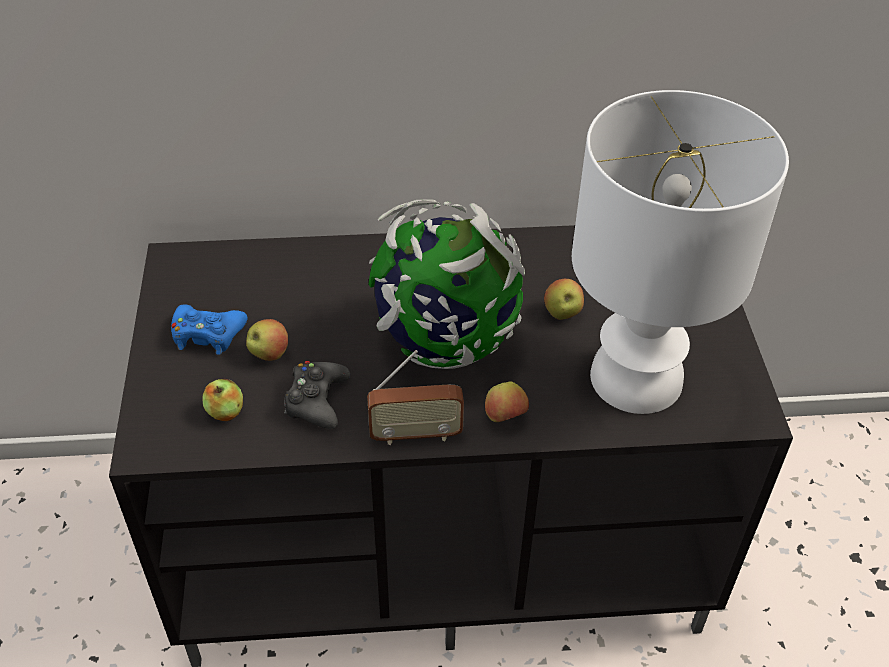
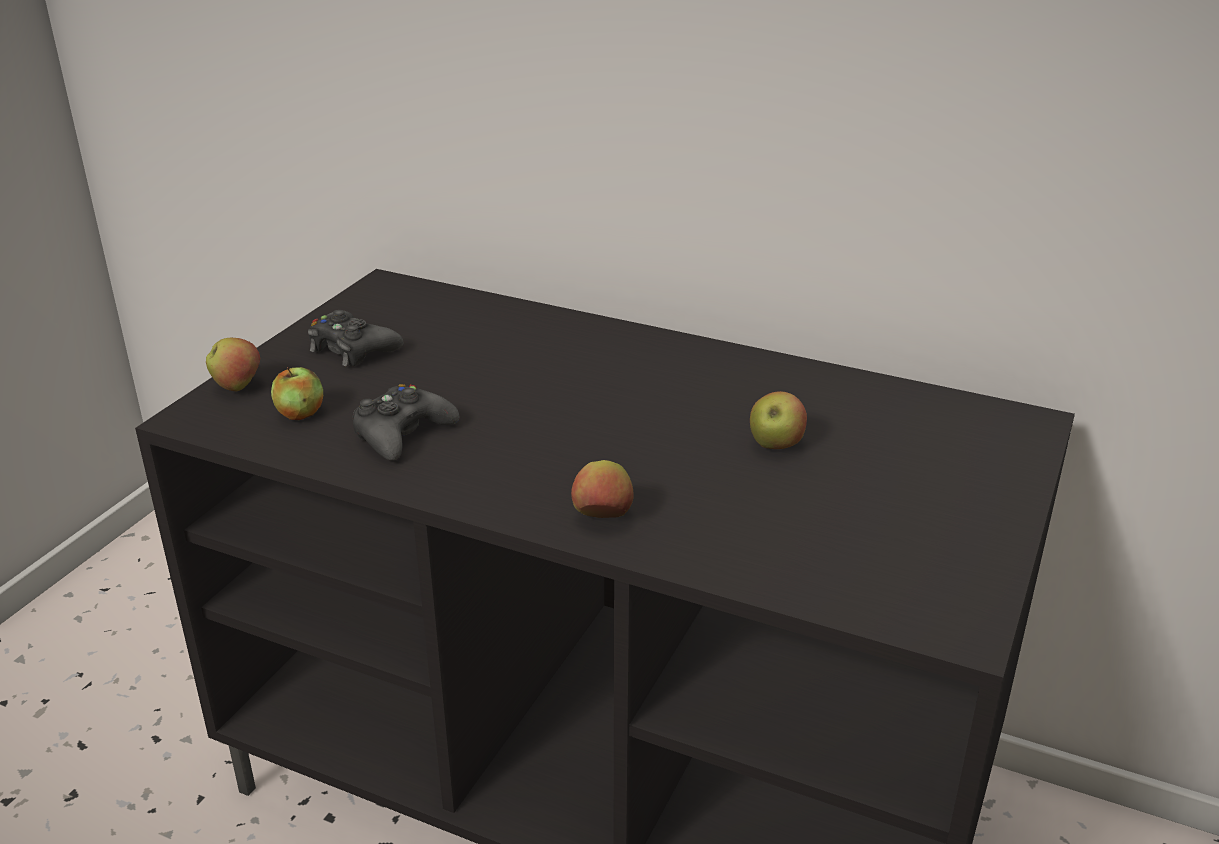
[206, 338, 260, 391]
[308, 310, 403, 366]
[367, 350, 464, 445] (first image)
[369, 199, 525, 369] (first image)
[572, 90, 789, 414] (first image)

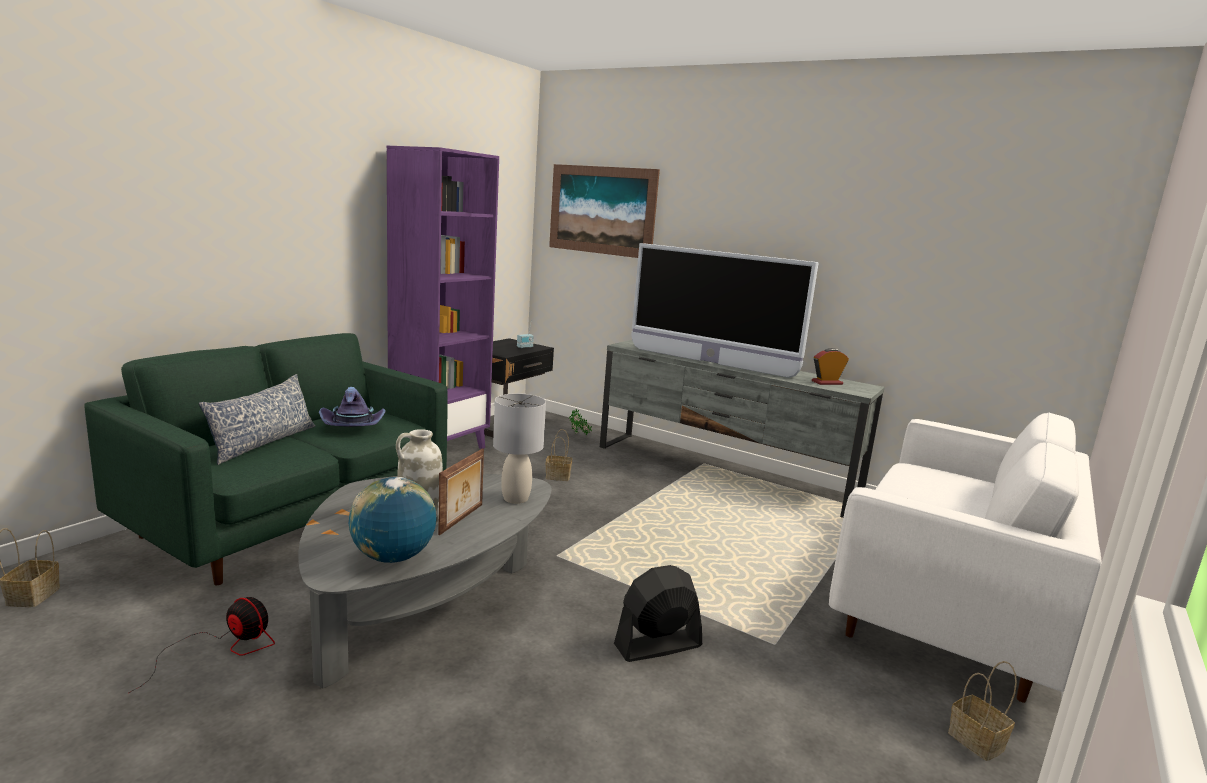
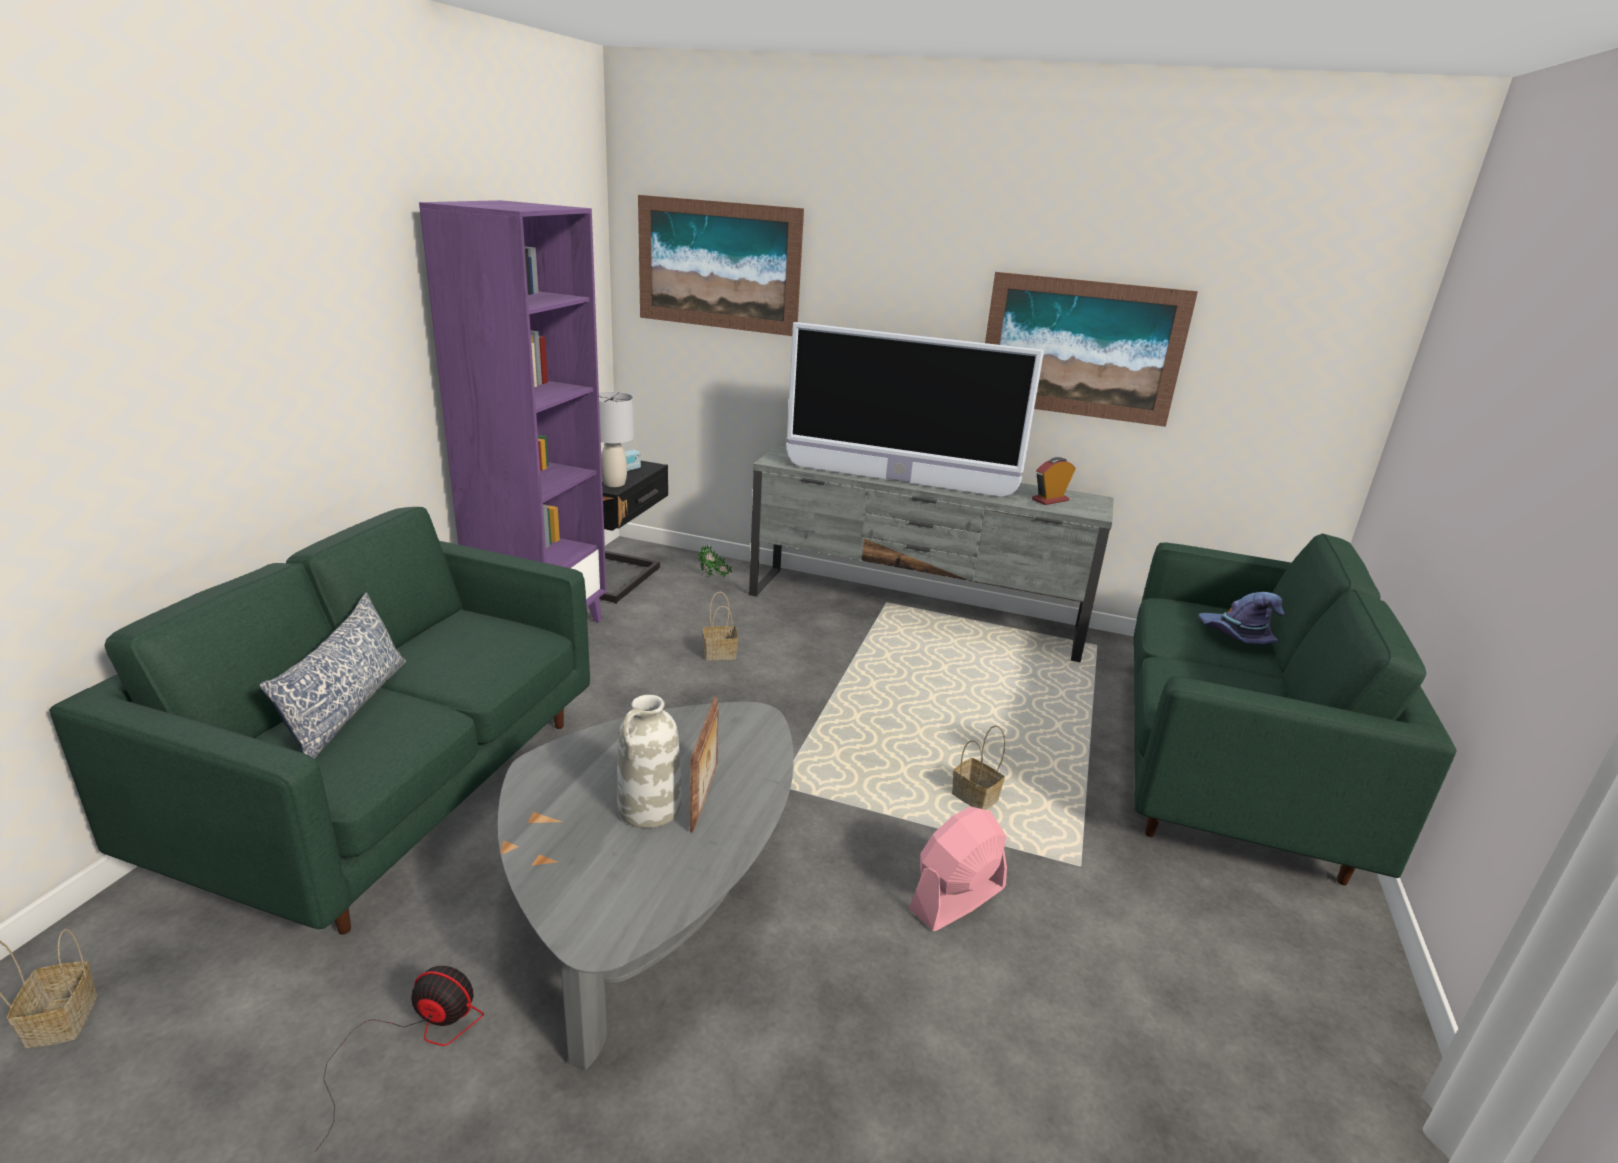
[599, 392, 635, 487]
[909, 806, 1007, 931]
[952, 725, 1005, 810]
[985, 272, 1198, 427]
[1134, 533, 1456, 886]
[1198, 592, 1285, 644]
[349, 477, 437, 563] (first image)

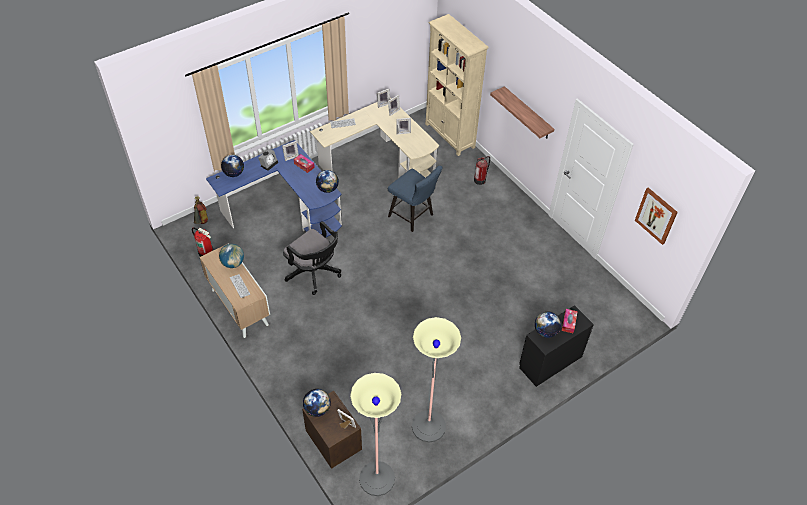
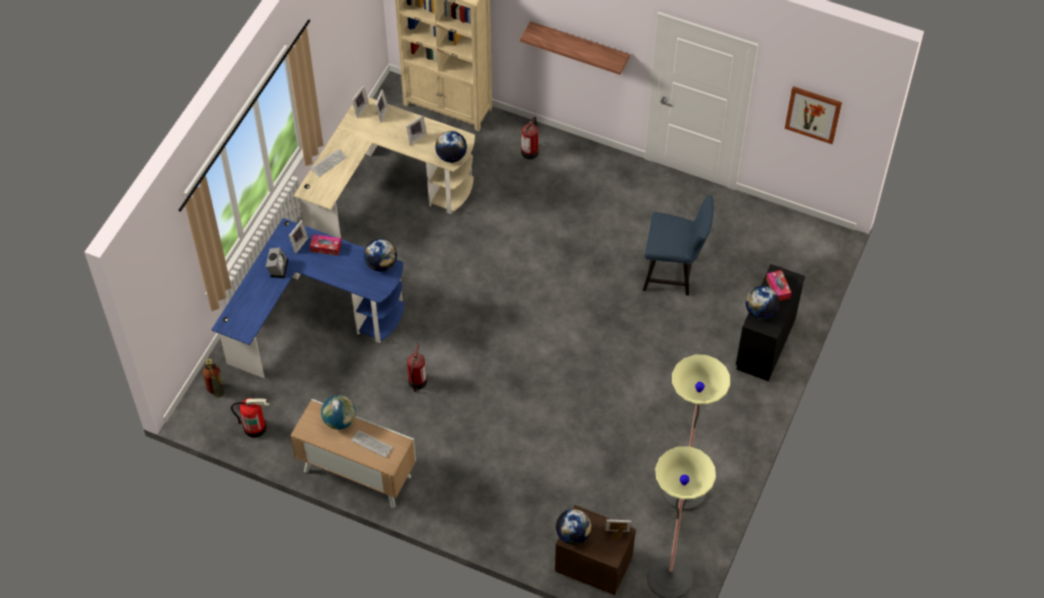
[407, 343, 427, 392]
[435, 131, 467, 163]
[643, 195, 714, 296]

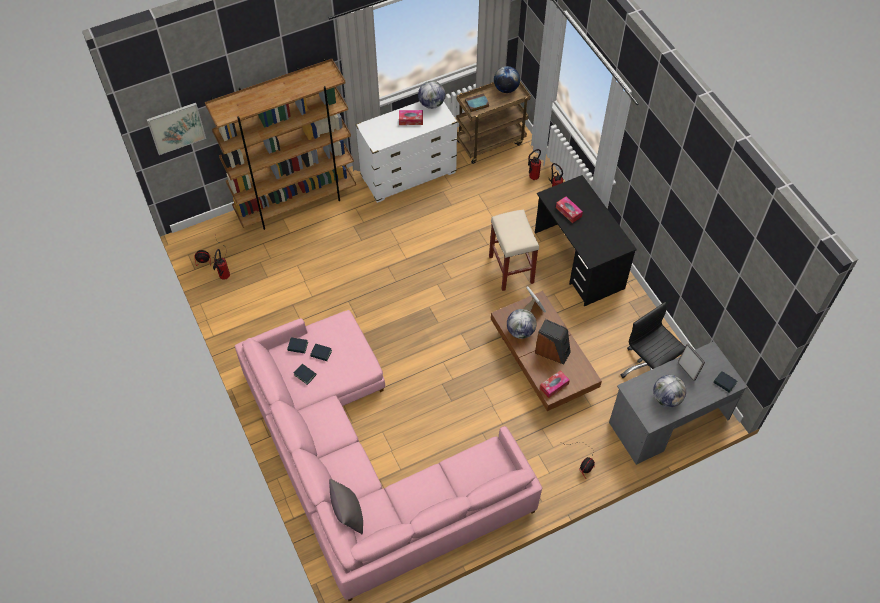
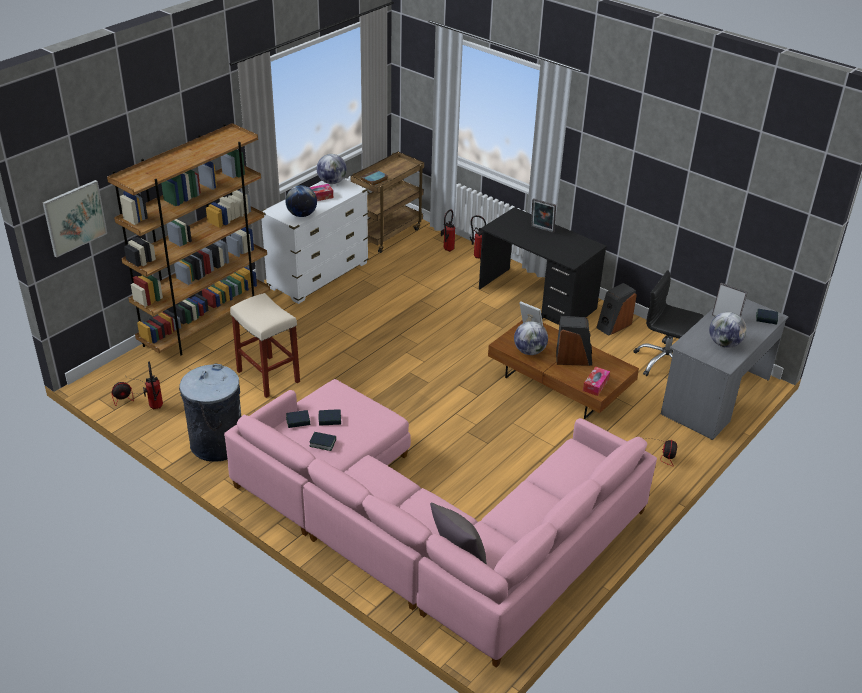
[179, 364, 241, 462]
[230, 293, 300, 398]
[286, 185, 317, 217]
[531, 198, 556, 233]
[596, 283, 637, 336]
[556, 196, 583, 223] (first image)

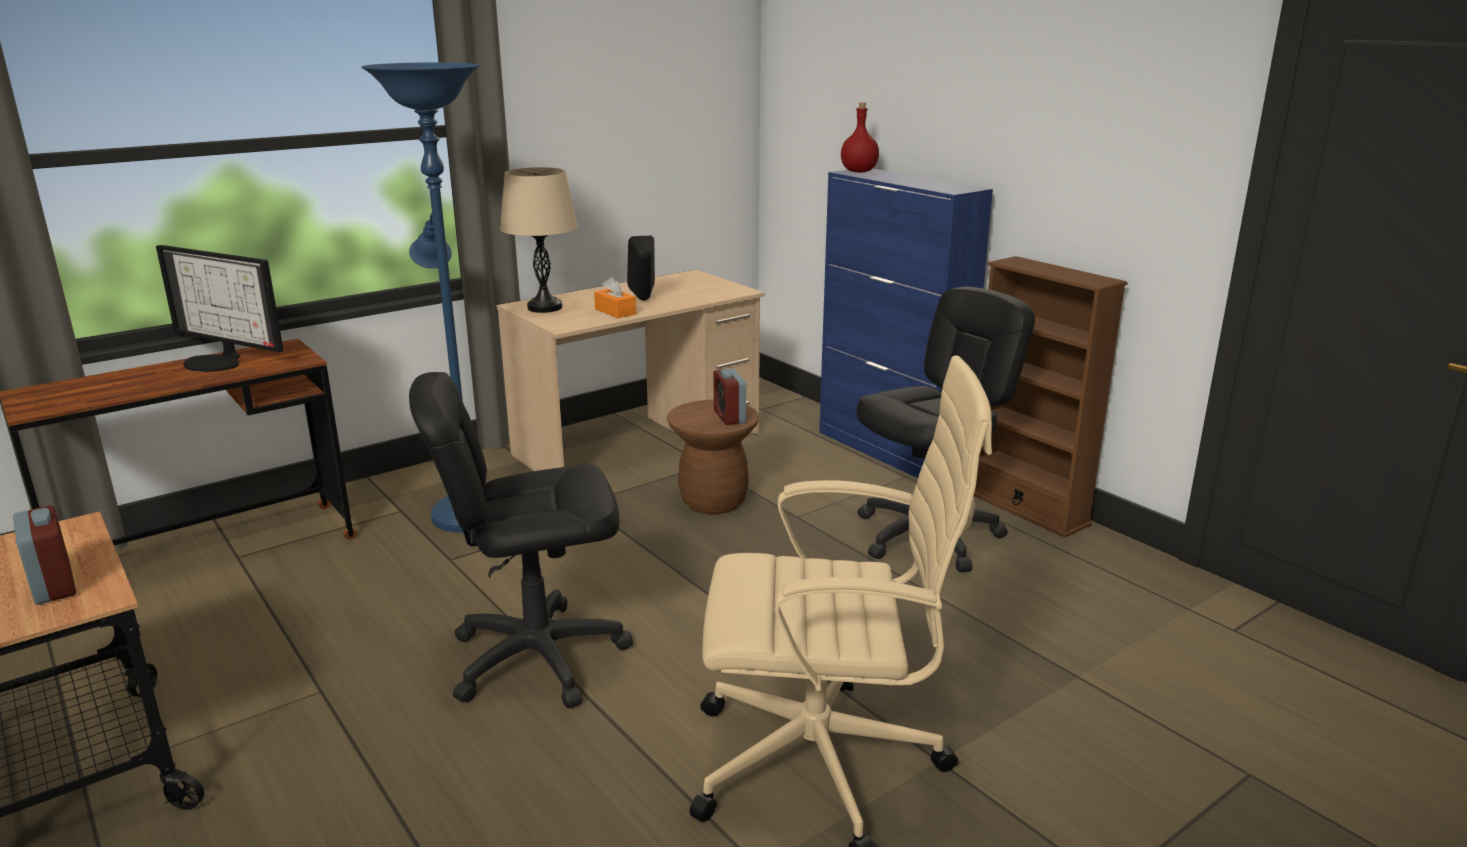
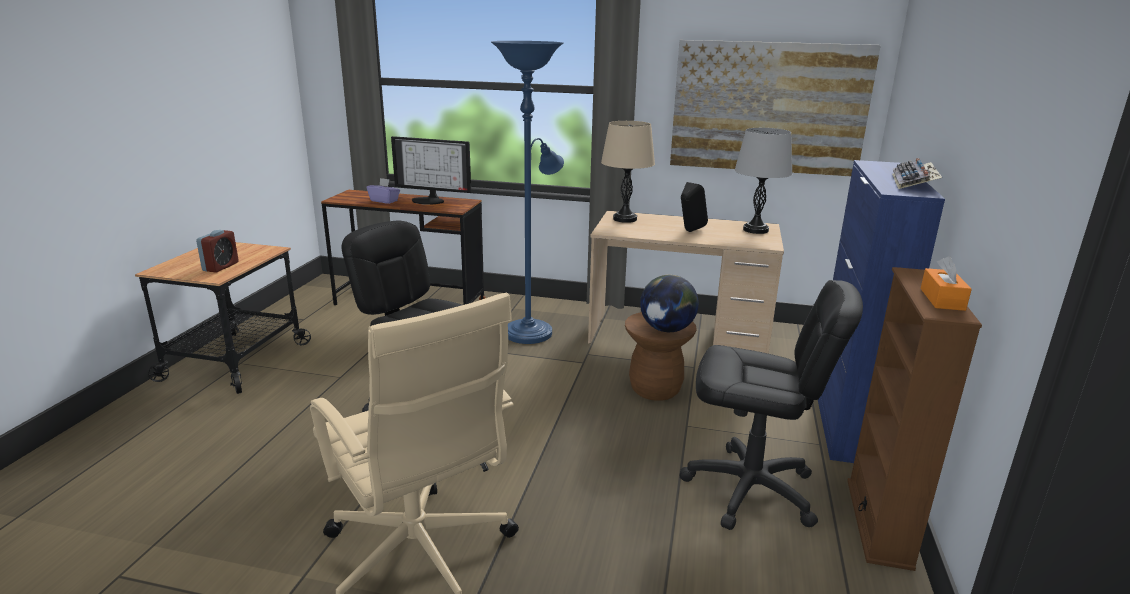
[367, 178, 400, 204]
[391, 136, 471, 205]
[640, 275, 699, 332]
[670, 40, 881, 176]
[735, 128, 792, 234]
[892, 158, 942, 189]
[921, 256, 972, 311]
[841, 102, 879, 172] (first image)

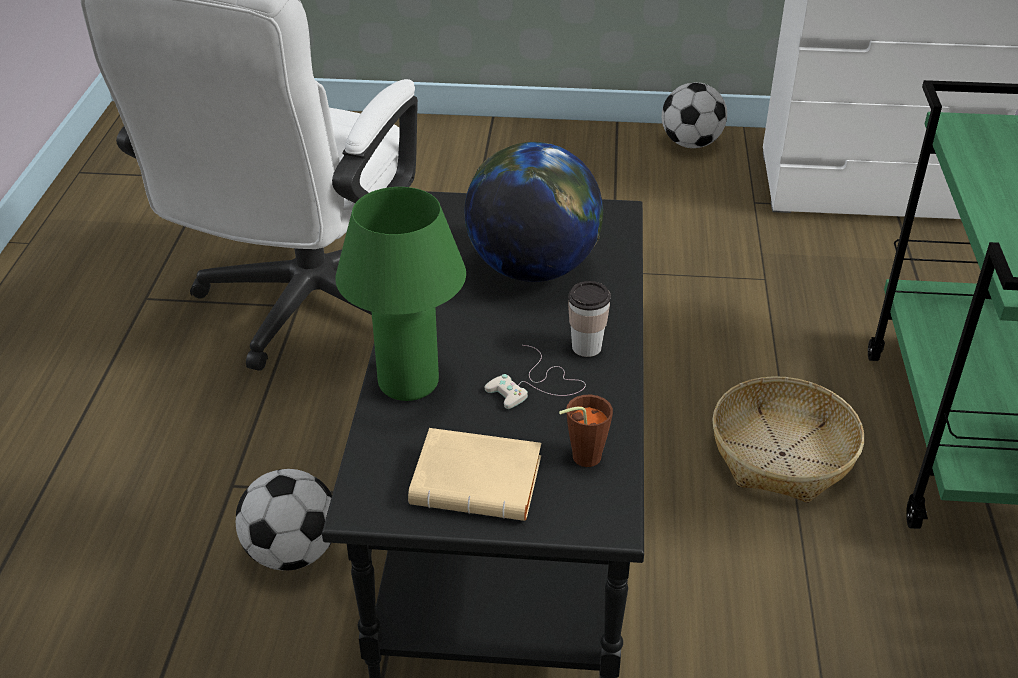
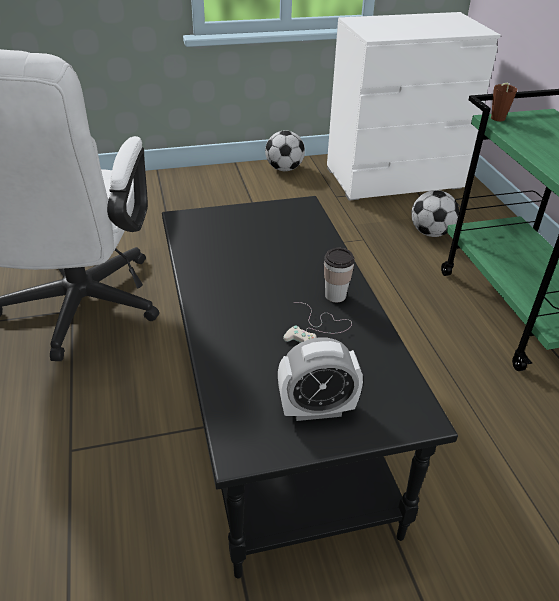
[278, 337, 363, 421]
[411, 190, 459, 237]
[491, 83, 518, 121]
[335, 187, 466, 401] (first image)
[464, 142, 603, 282] (first image)
[712, 376, 864, 503] (first image)

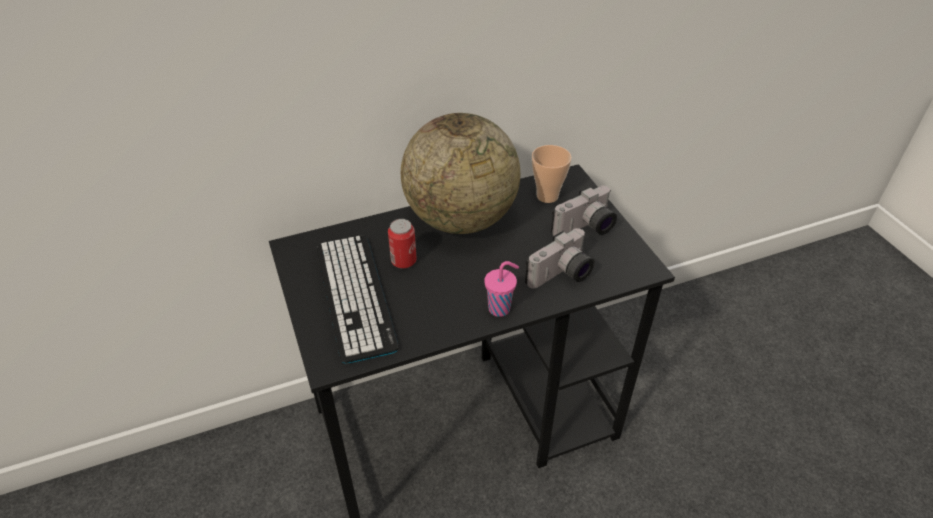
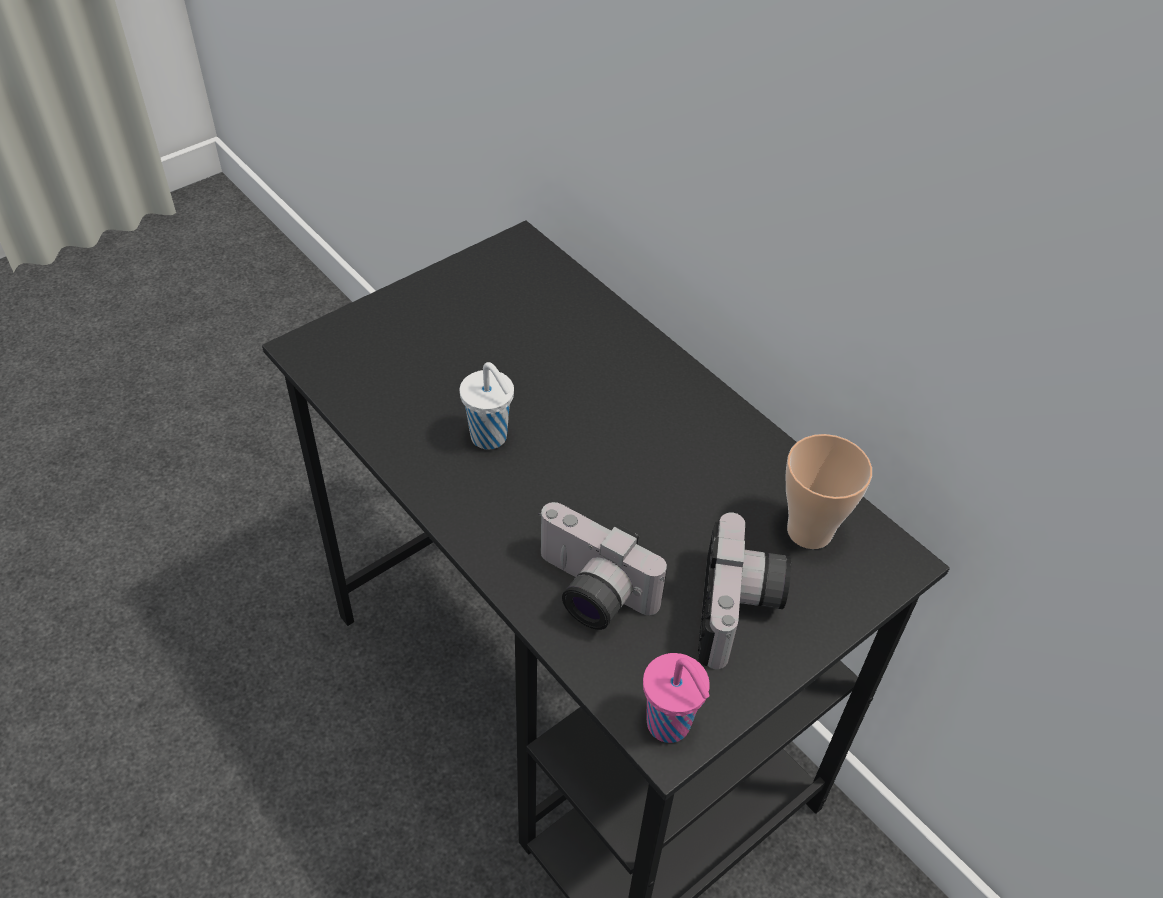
[460, 362, 514, 450]
[643, 653, 710, 743]
[698, 513, 791, 669]
[317, 235, 399, 363] (first image)
[388, 219, 417, 269] (first image)
[401, 113, 520, 234] (first image)

